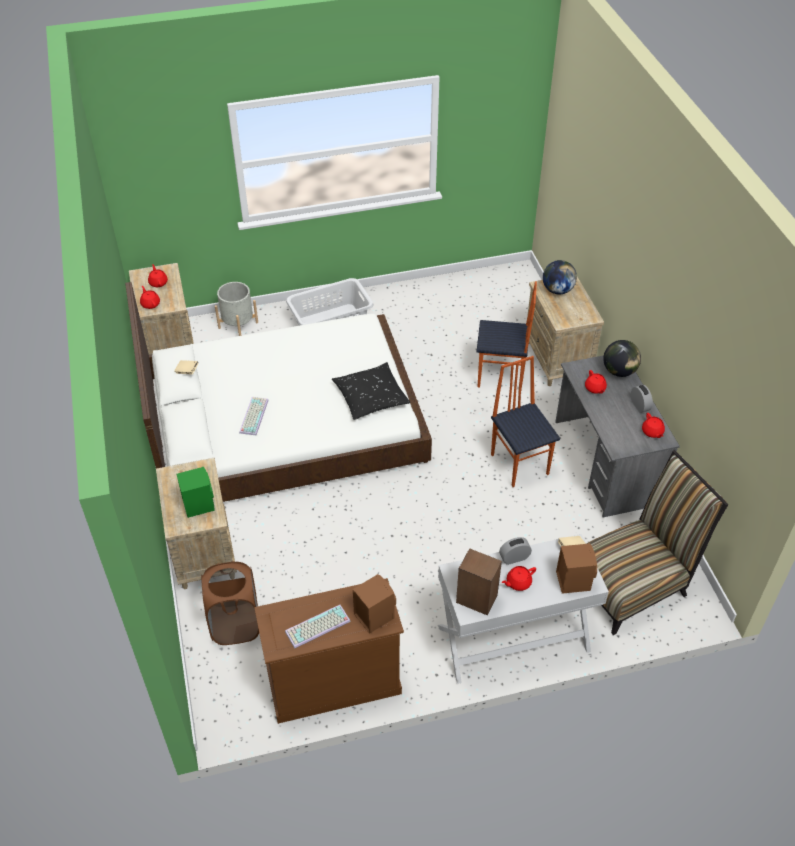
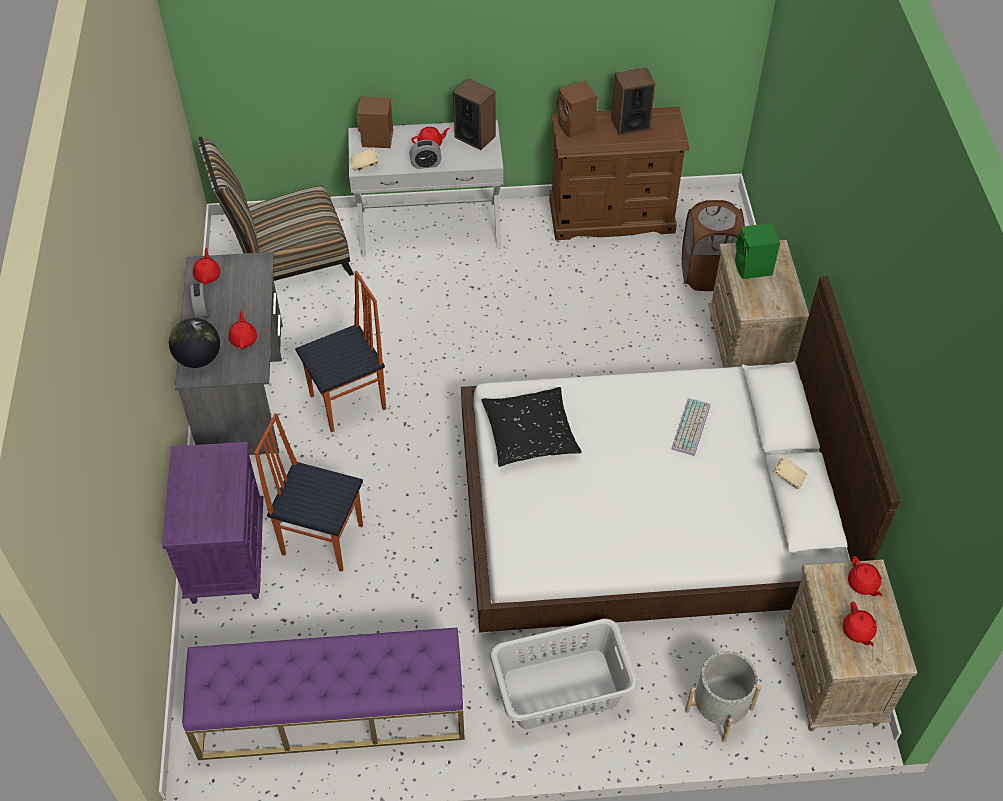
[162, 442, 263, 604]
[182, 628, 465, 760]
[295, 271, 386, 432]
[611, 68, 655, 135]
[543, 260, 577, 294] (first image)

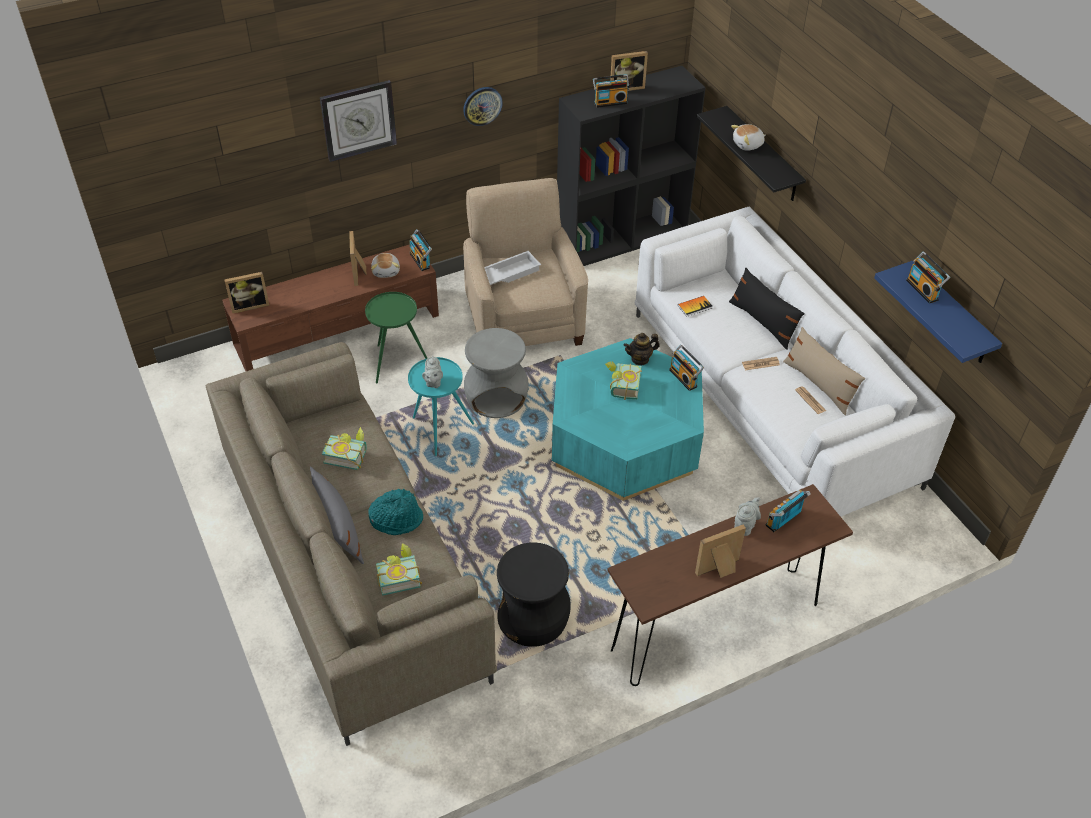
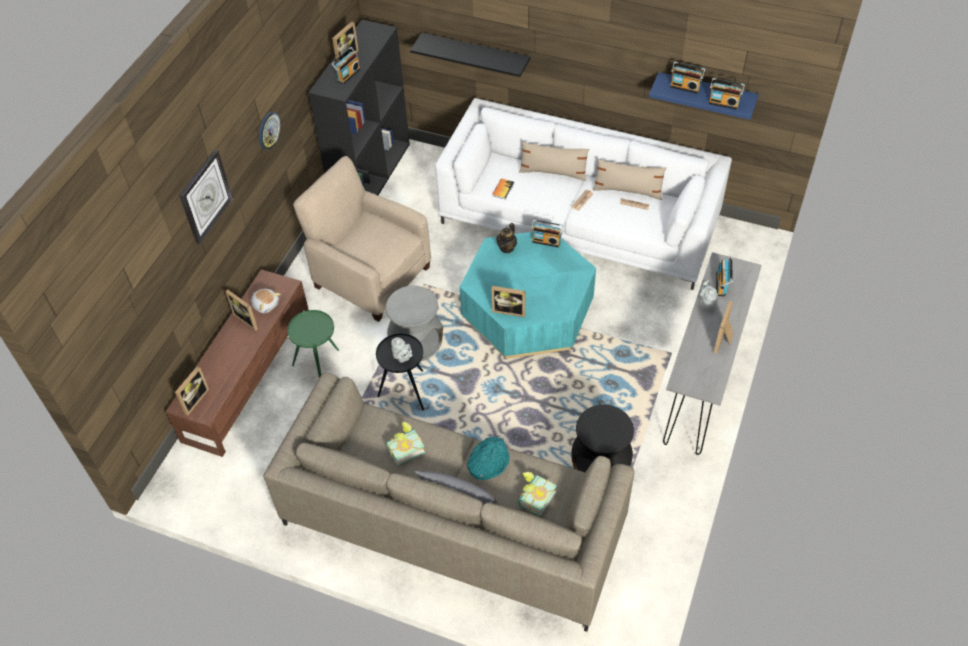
[376, 333, 424, 410]
[491, 286, 525, 317]
[519, 141, 589, 181]
[663, 252, 762, 455]
[708, 78, 745, 110]
[484, 251, 541, 285] (first image)
[605, 361, 642, 400] (first image)
[731, 124, 766, 151] (first image)

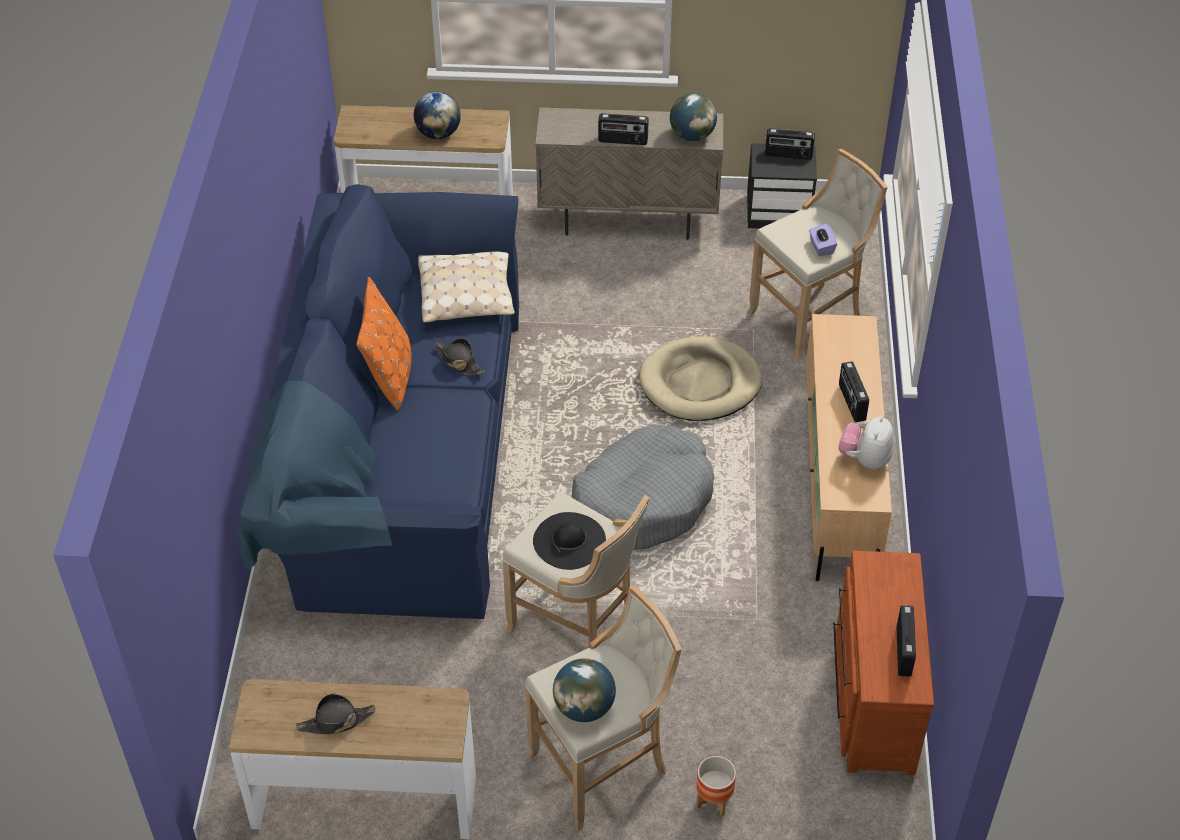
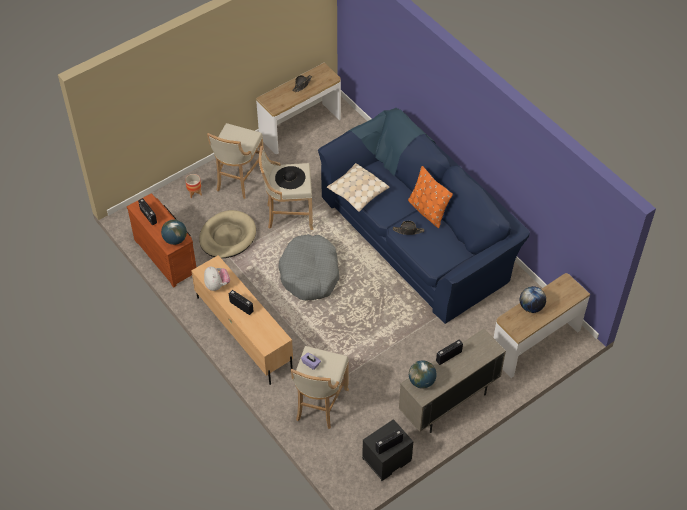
[161, 219, 187, 245]
[199, 210, 256, 258]
[327, 163, 390, 212]

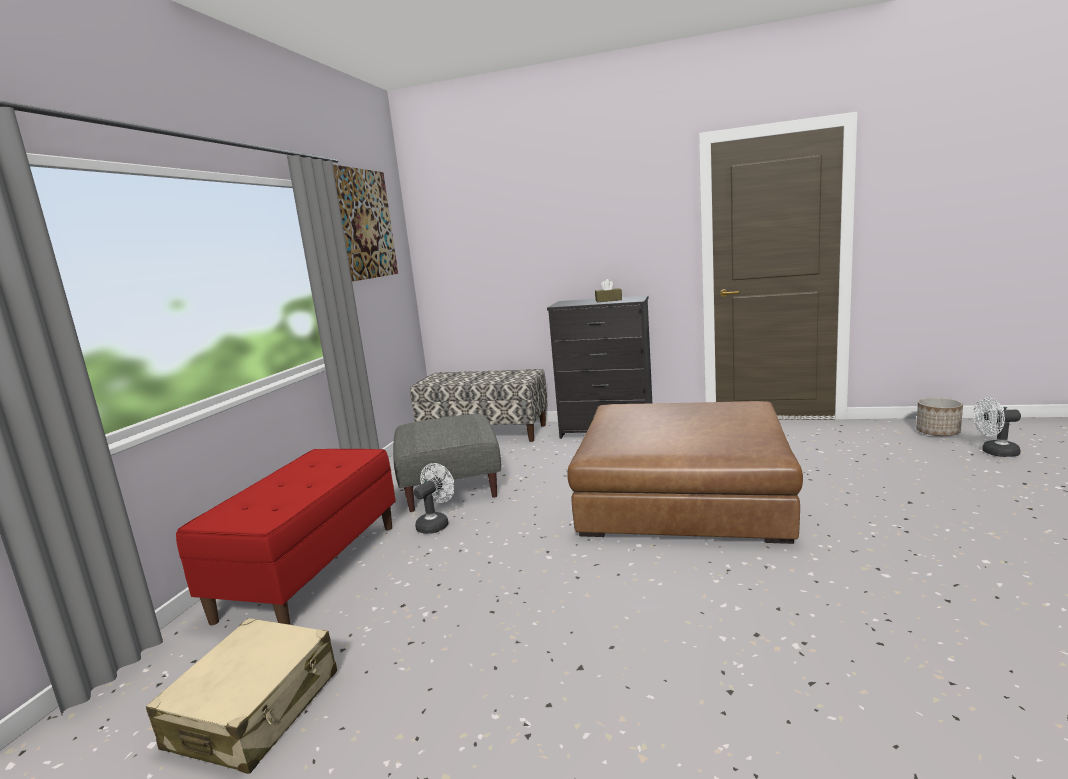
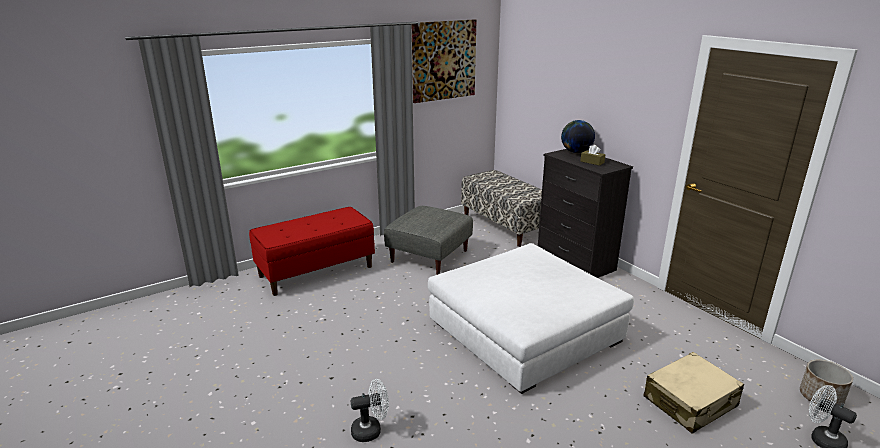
[351, 379, 389, 442]
[428, 243, 634, 394]
[561, 120, 595, 153]
[643, 352, 744, 434]

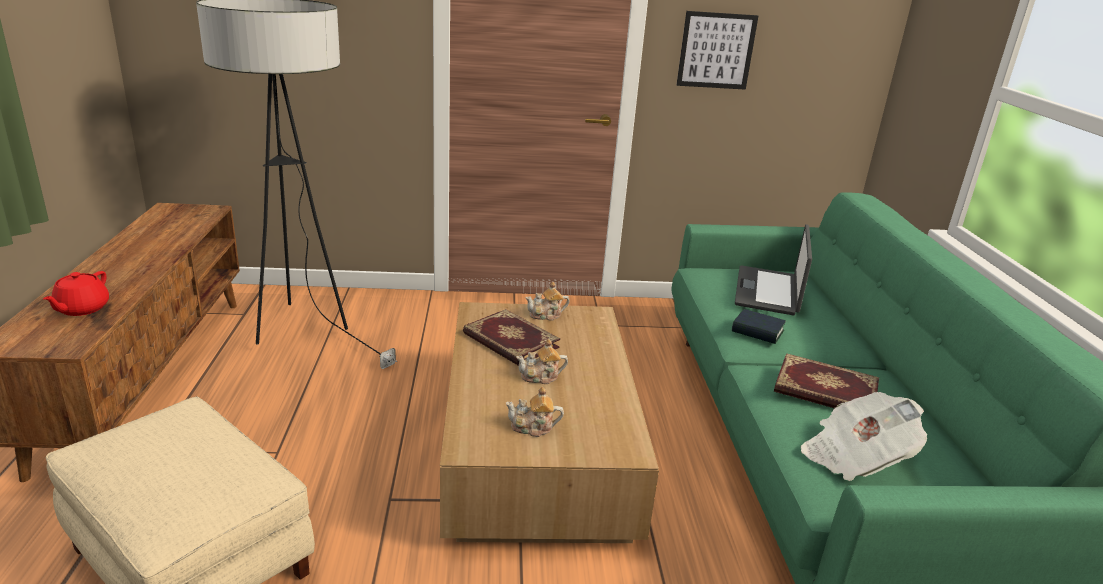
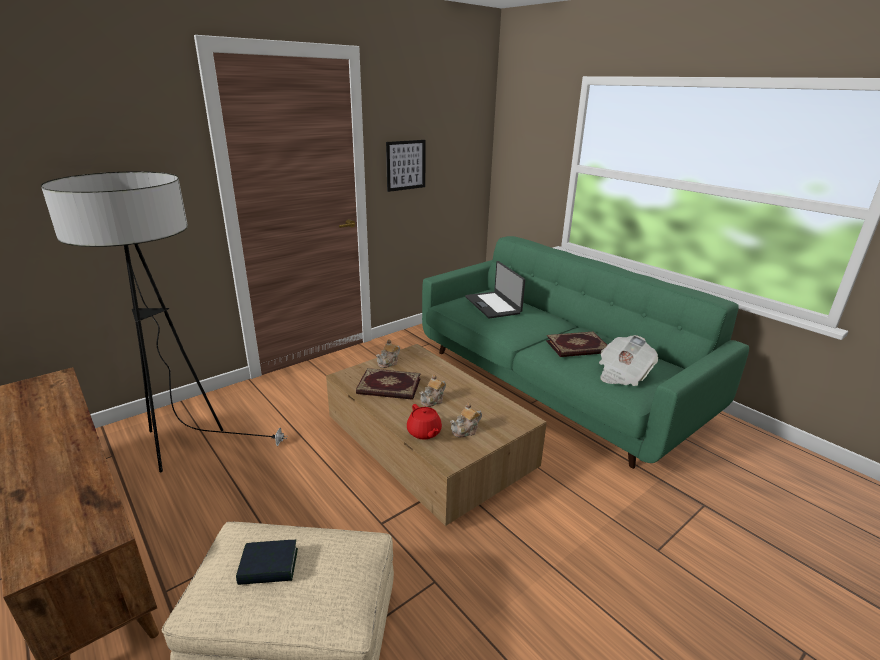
[236, 540, 298, 585]
[407, 404, 442, 439]

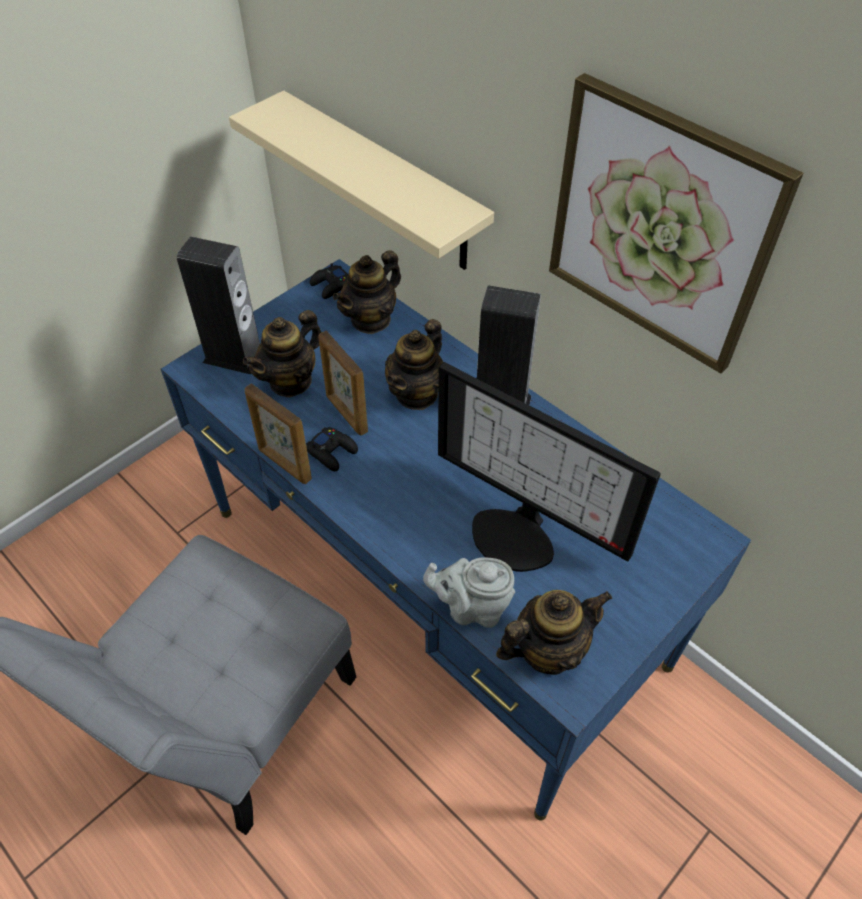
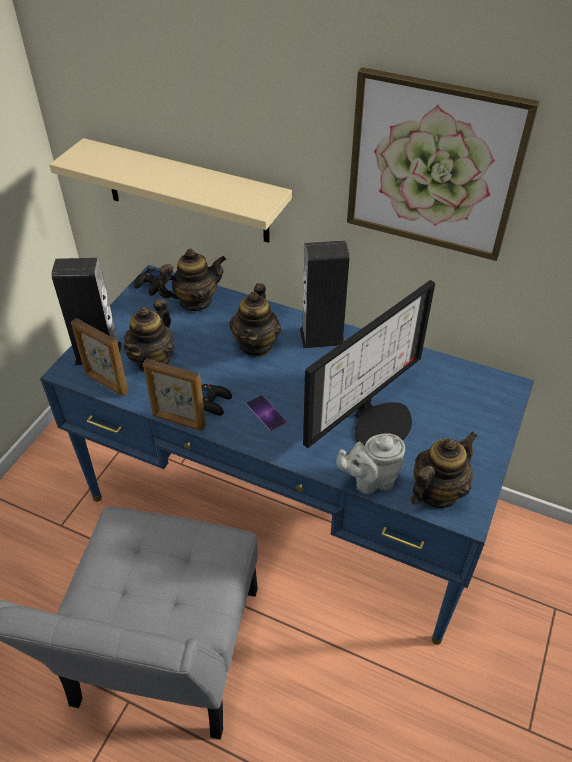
[71, 318, 129, 396]
[158, 249, 226, 311]
[246, 395, 287, 431]
[303, 280, 435, 448]

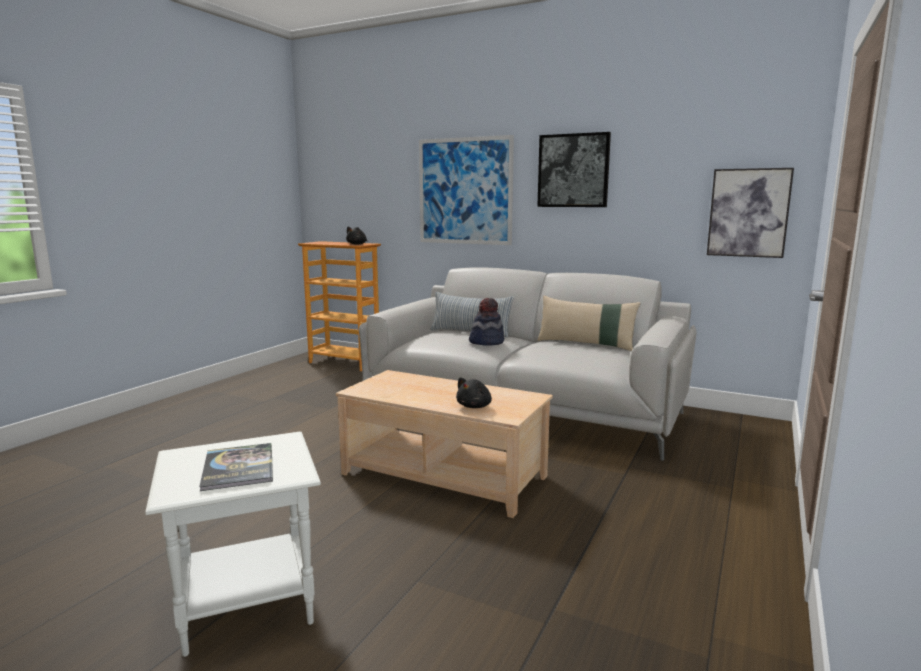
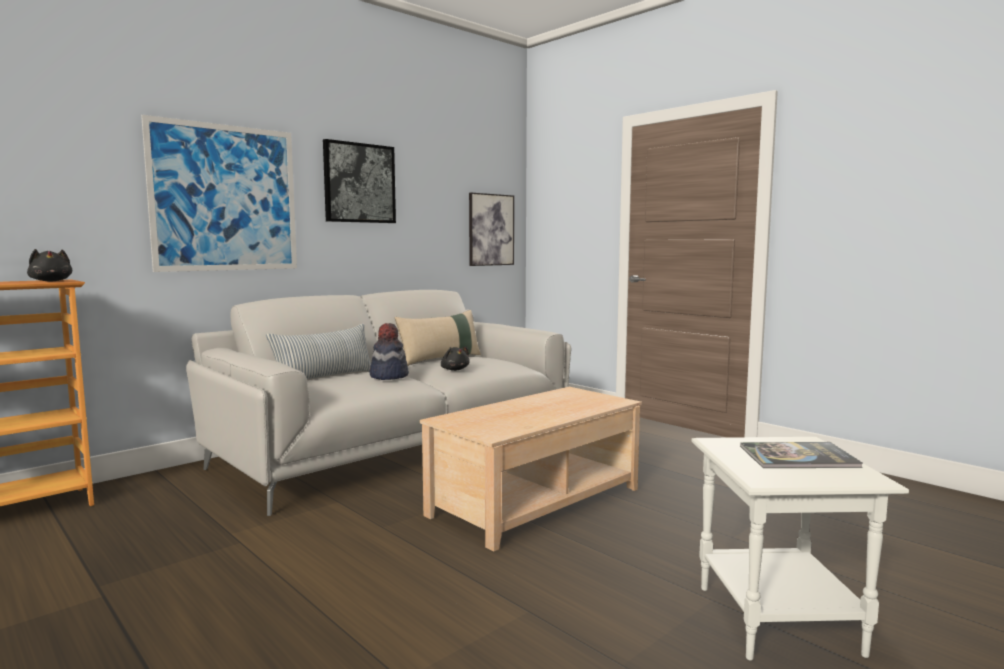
[441, 346, 470, 371]

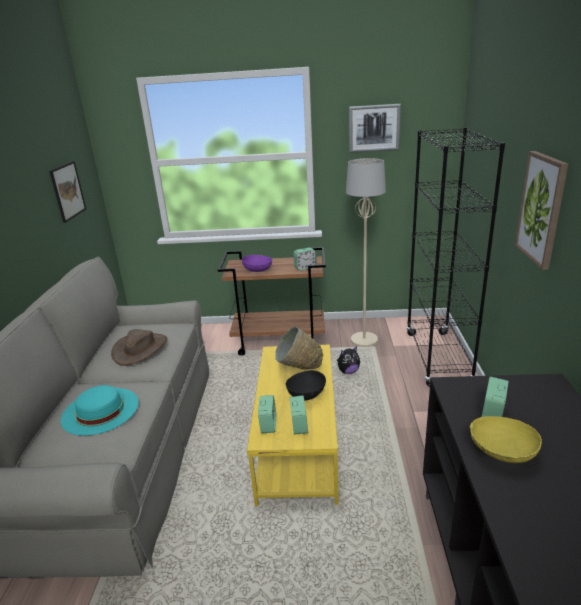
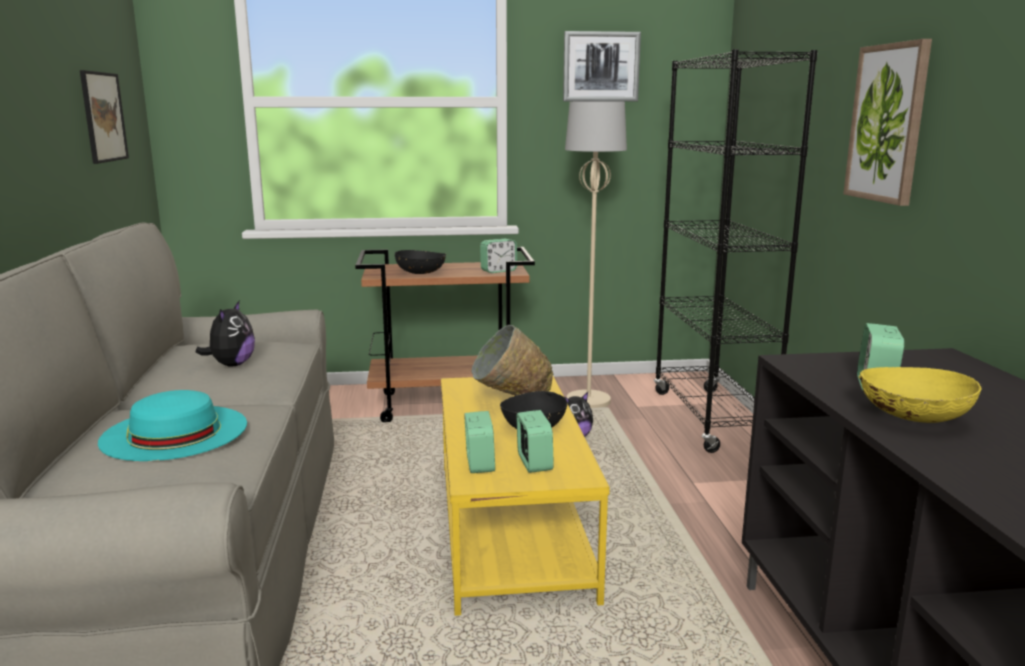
[196, 301, 255, 367]
[395, 250, 446, 274]

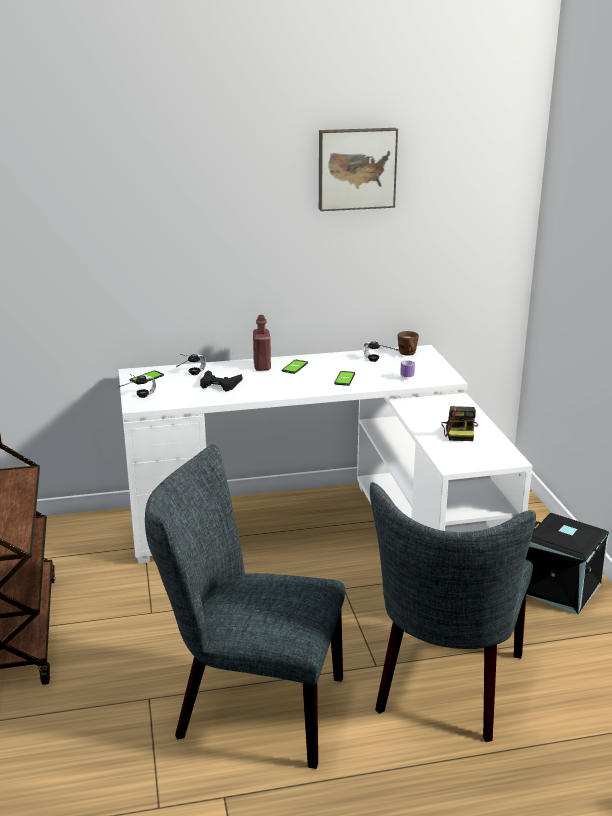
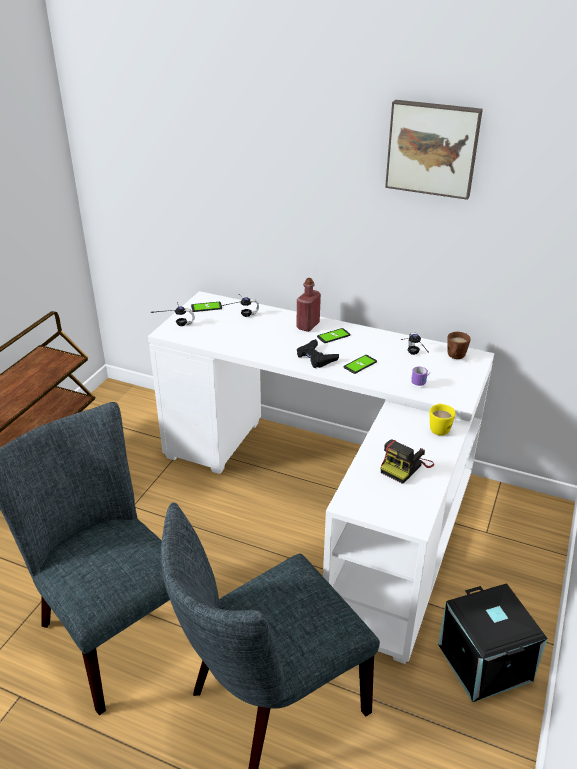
[297, 339, 339, 368]
[430, 404, 456, 436]

